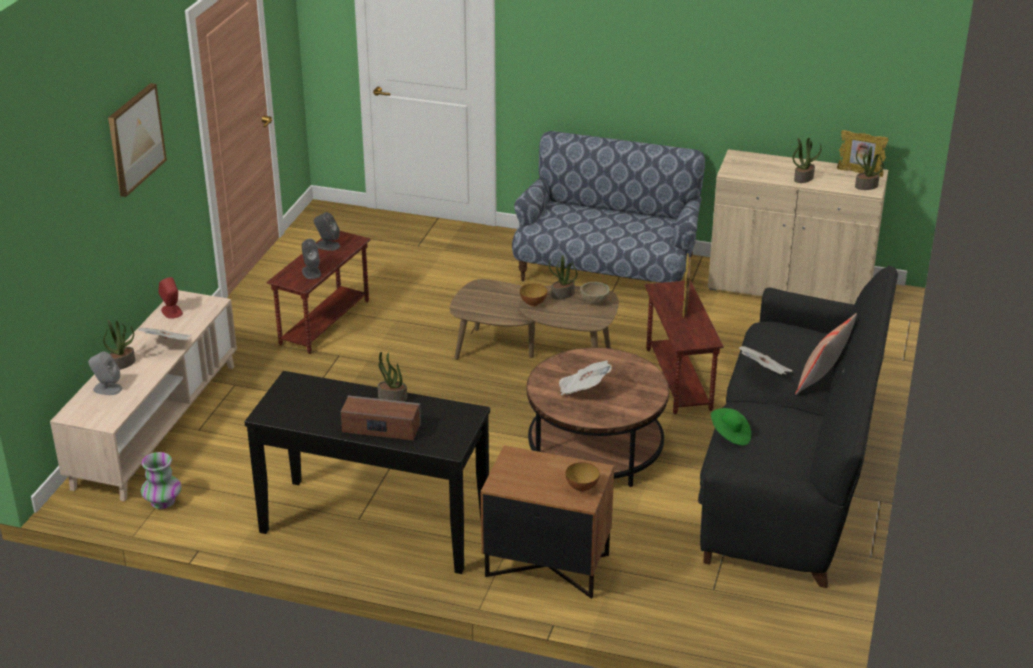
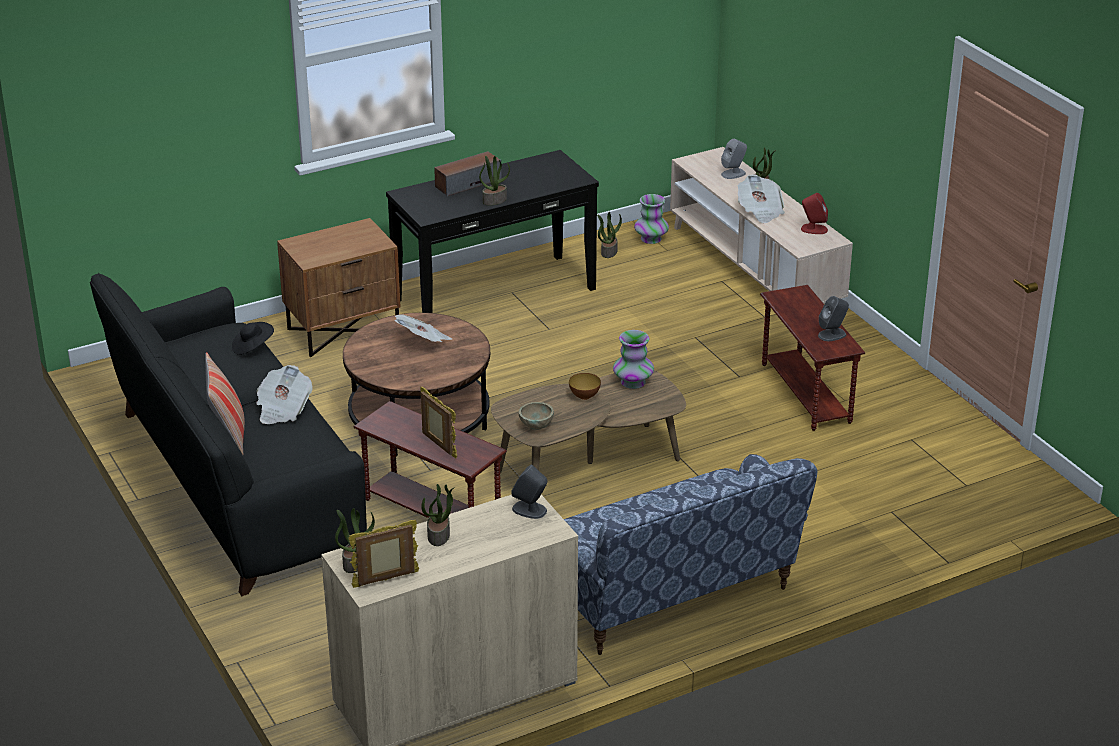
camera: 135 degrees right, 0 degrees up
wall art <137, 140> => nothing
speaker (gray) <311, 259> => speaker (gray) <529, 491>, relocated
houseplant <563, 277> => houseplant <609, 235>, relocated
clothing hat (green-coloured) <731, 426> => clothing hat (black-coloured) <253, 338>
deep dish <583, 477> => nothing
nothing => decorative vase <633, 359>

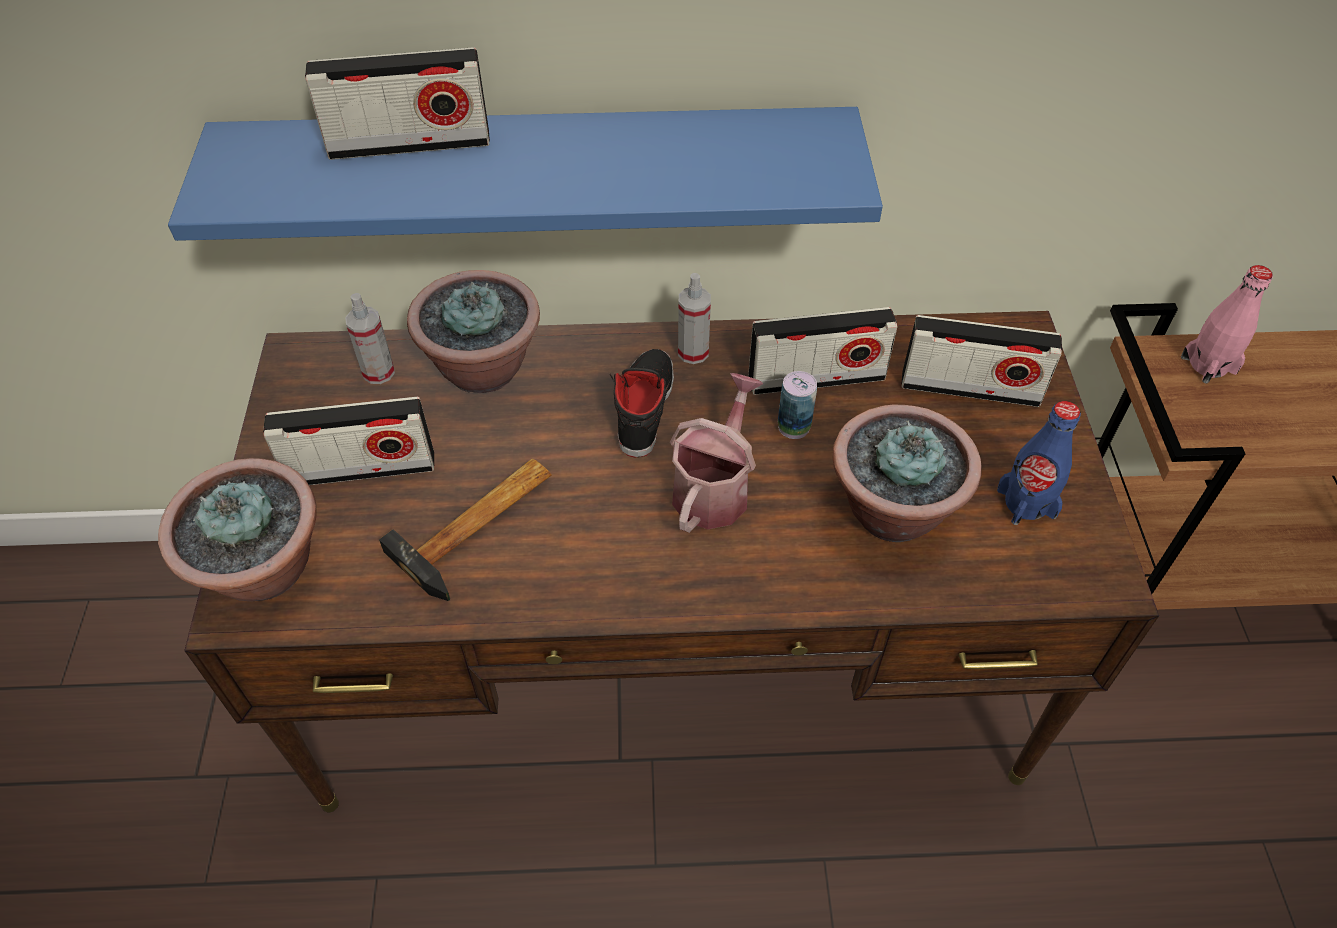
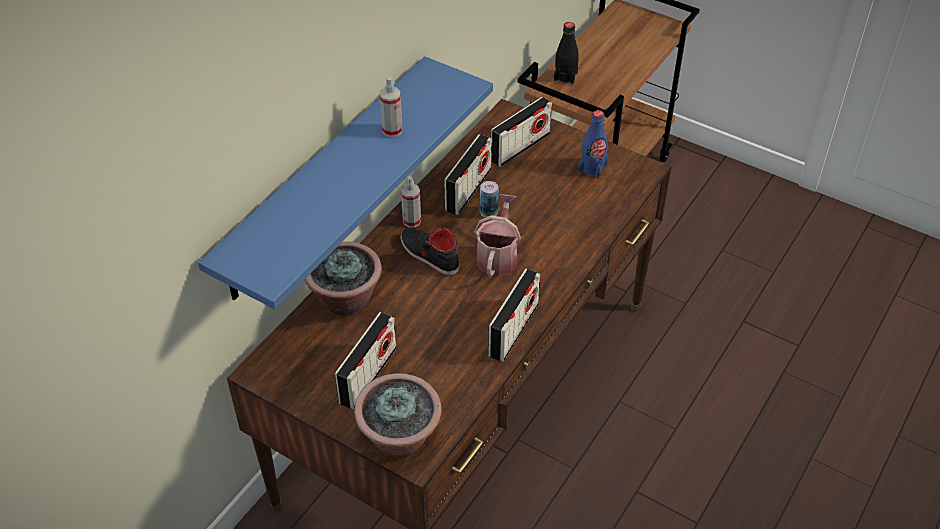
camera: 55 degrees left, 5 degrees down
radio receiver <397, 103> => radio receiver <514, 315>, relocated
bottle (pink-coloured) <1227, 324> => bottle (black-coloured) <566, 53>
hand sprayer <370, 338> => hand sprayer <391, 106>, relocated
watering can <717, 453> => watering can <497, 235>, 45 degrees clockwise
houseplant <907, 473> => nothing
tool hammer <465, 530> => nothing

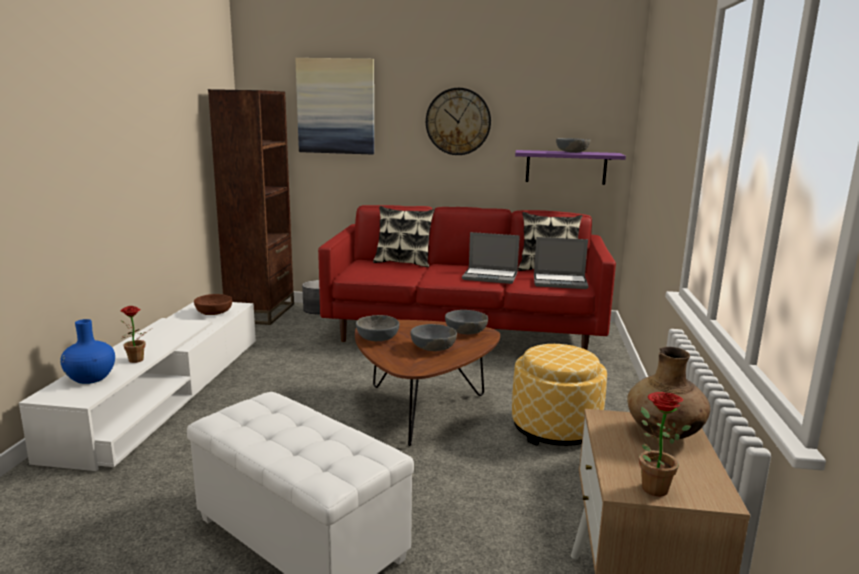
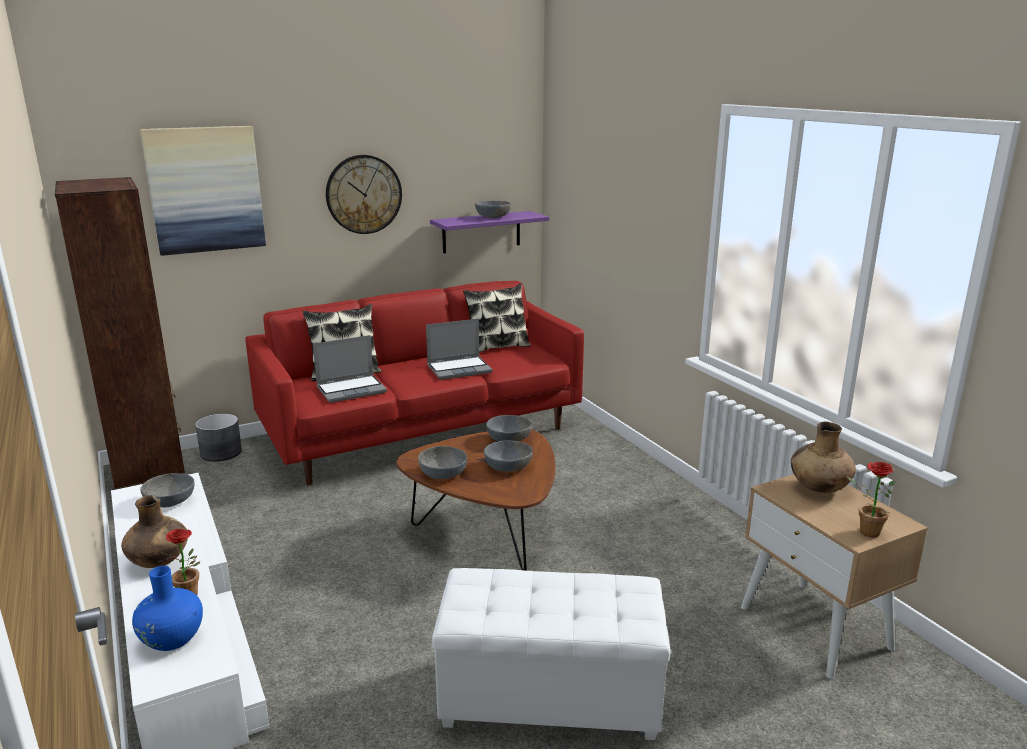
camera: 35 degrees left, 5 degrees up
portable computer <561, 263> => portable computer <350, 369>, relocated
deep dish (brown-coloured) <213, 304> => deep dish (gray) <167, 490>
footrest <559, 395> => nothing
nothing => decorative vase (brown-coloured) <154, 531>

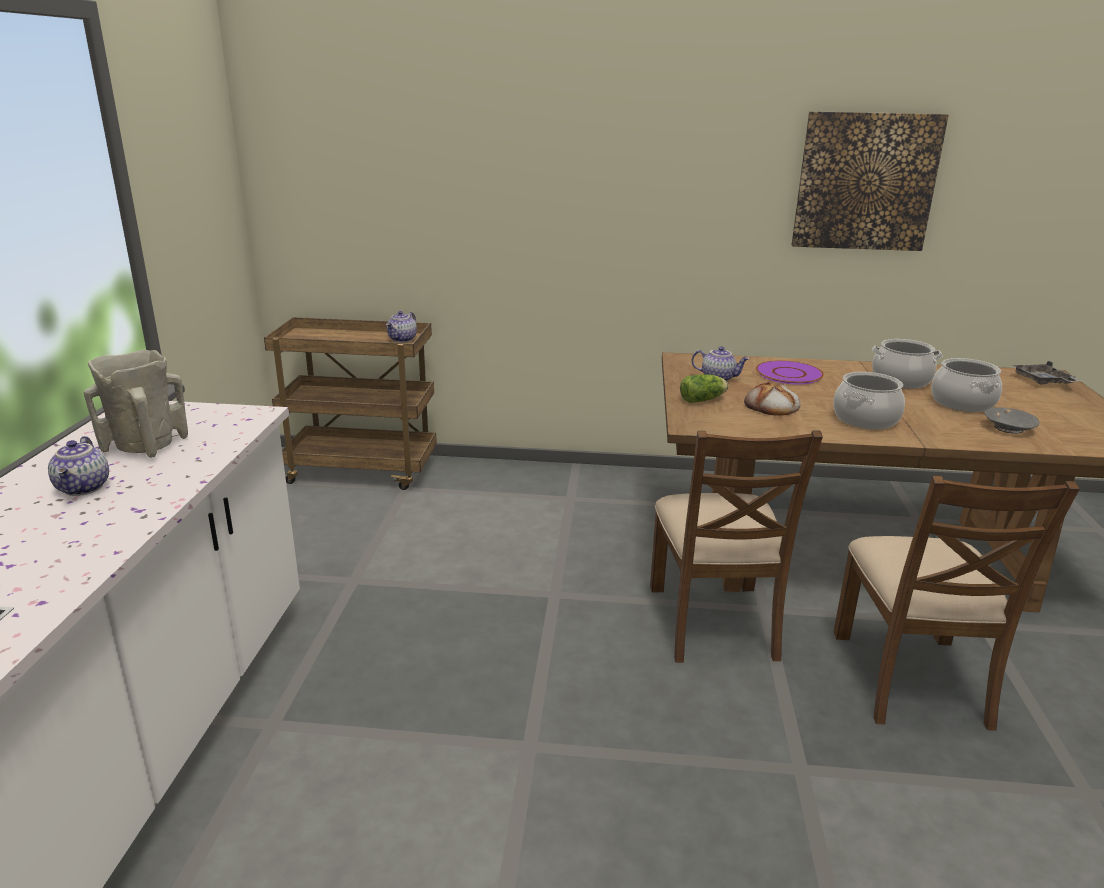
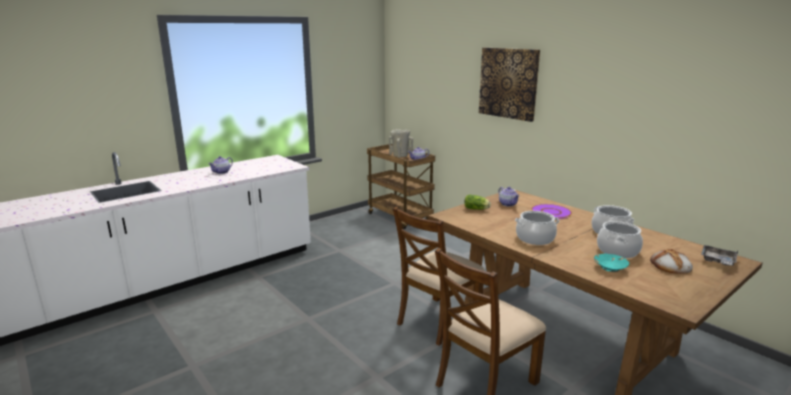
camera: 45 degrees right, 5 degrees down
wall art <870, 181> => wall art <509, 85>, relocated
decorative vase (sand-coloured) <136, 404> => decorative vase (sand-coloured) <401, 143>, relocated
bakery bread <772, 399> => bakery bread <671, 261>, relocated
deep dish (gray) <1012, 420> => deep dish (blue-green) <611, 263>

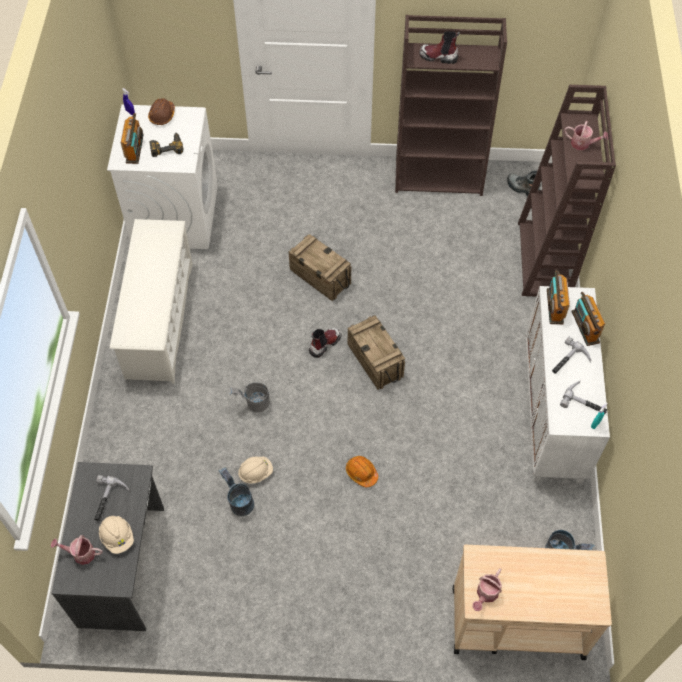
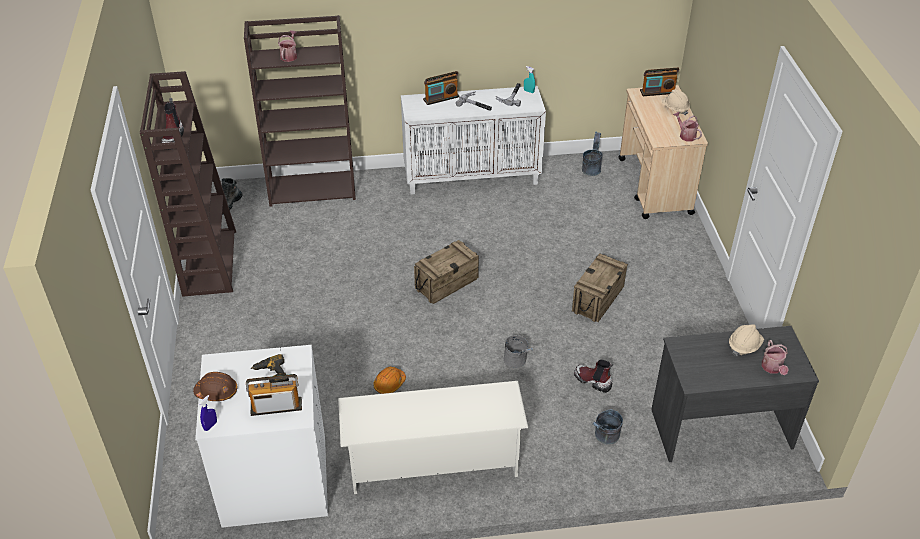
camera: 100 degrees left, 15 degrees down
shipping crate <320, 267> => shipping crate <600, 287>, relocated
radio receiver <558, 297> => radio receiver <659, 82>, relocated
tall boot <325, 343> => tall boot <594, 376>, relocated
safety helmet (orange) <362, 471> => safety helmet (orange) <389, 380>, relocated
safety helmet (sand-coloured) <255, 470> => safety helmet (sand-coloured) <676, 102>, relocated
bucket (gray) <236, 492> => bucket (gray) <607, 427>, relocated
tool hammer <112, 498> => nothing
watering can <487, 589> => watering can <687, 126>, 150 degrees counterclockwise

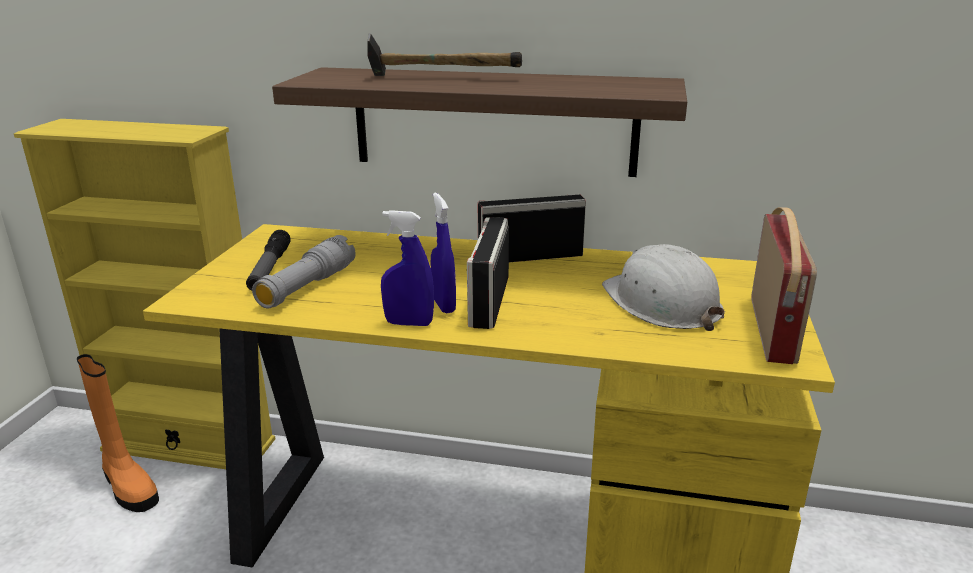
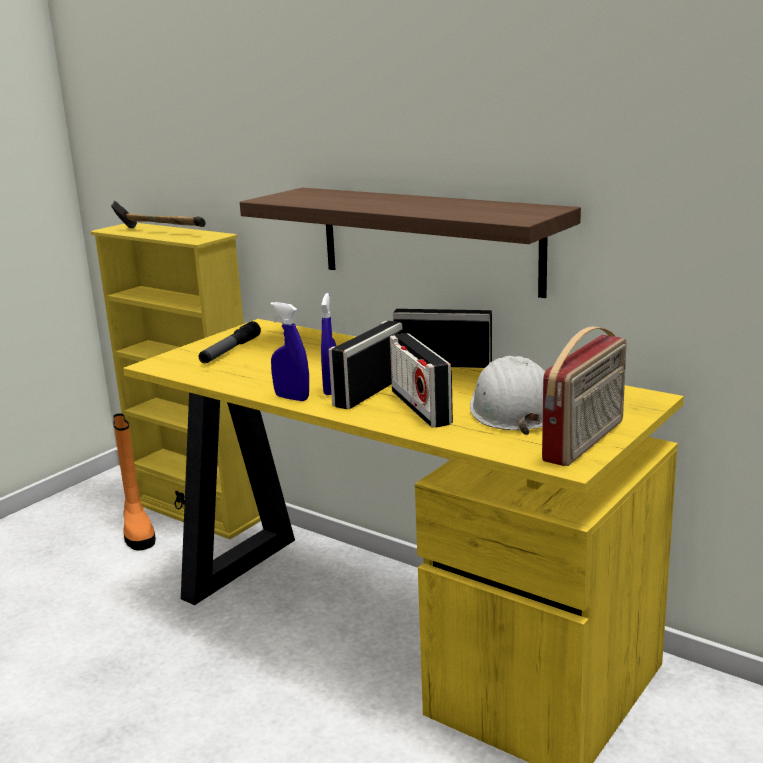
camera: 25 degrees right, 5 degrees down
tool hammer <444, 54> => tool hammer <158, 214>, relocated
torch (gray) <304, 272> => nothing
nothing => radio receiver <421, 380>

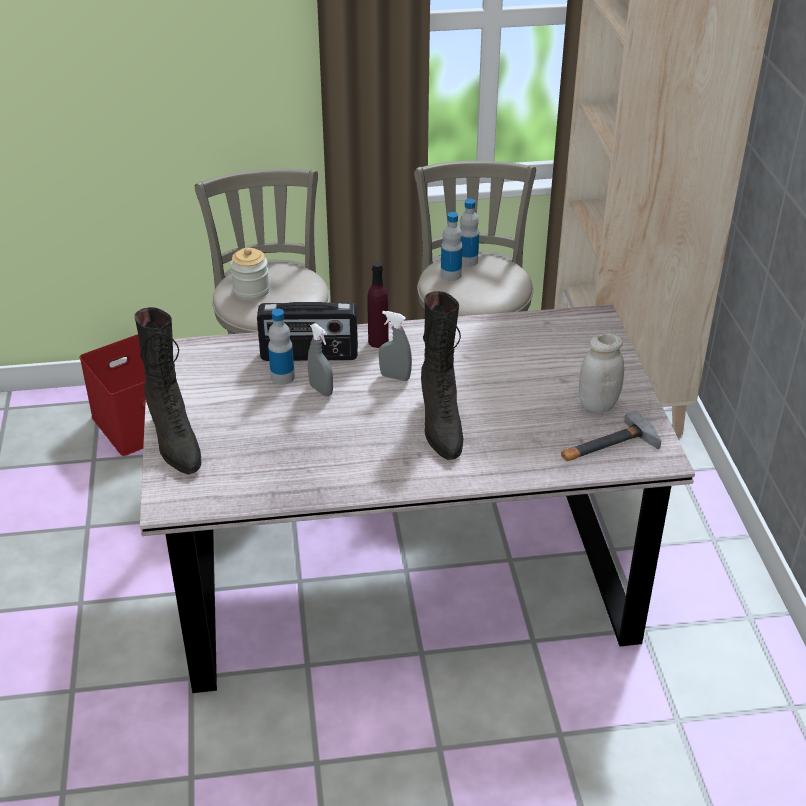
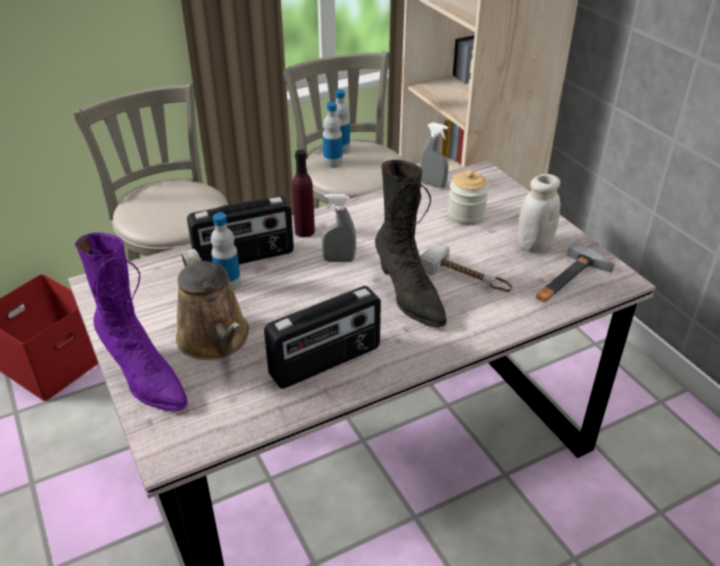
camera: 20 degrees left, 0 degrees up
storage jar <250, 274> => storage jar <468, 197>, relocated
tall boot (black-coloured) <168, 391> => tall boot (purplish) <131, 322>
hand sprayer (gray) <320, 359> => hand sprayer (gray) <434, 155>, relocated
nothing => tool hammer <466, 267>
nothing => watering can (brown-coloured) <212, 304>
nothing => radio receiver <322, 337>

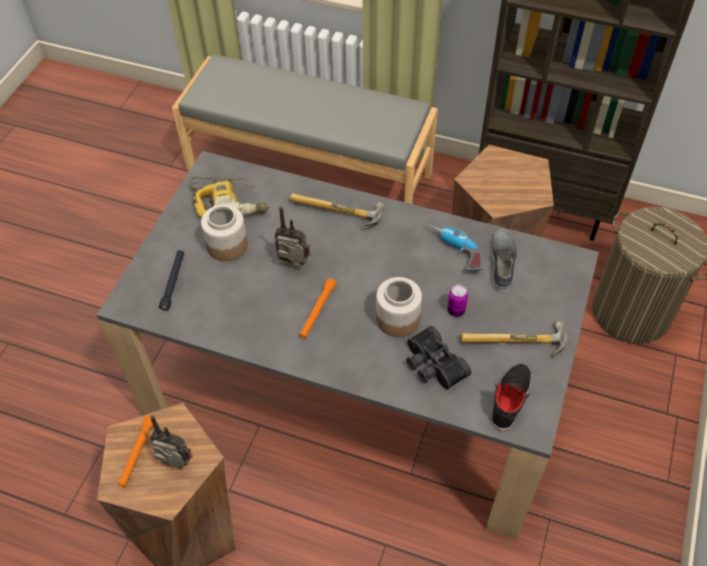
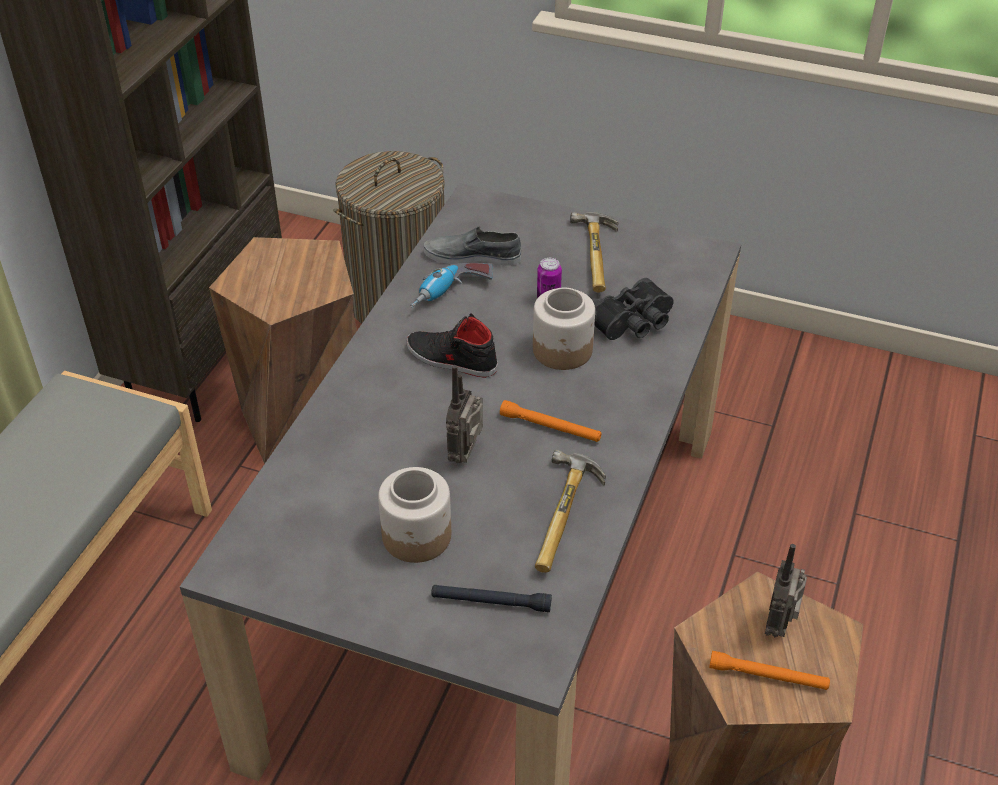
camera: 90 degrees left, 10 degrees down
electric drill <229, 197> => nothing
tool hammer <337, 212> => tool hammer <570, 511>, relocated
item of footwear (black-coloured) <511, 397> => item of footwear (black-coloured) <452, 345>, relocated

